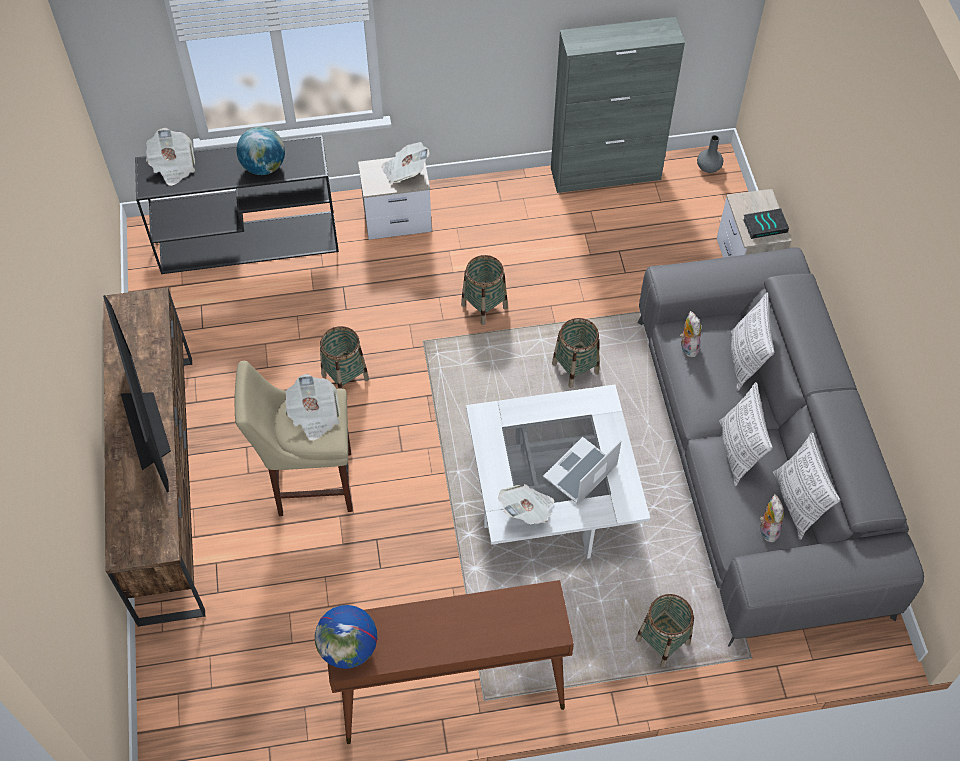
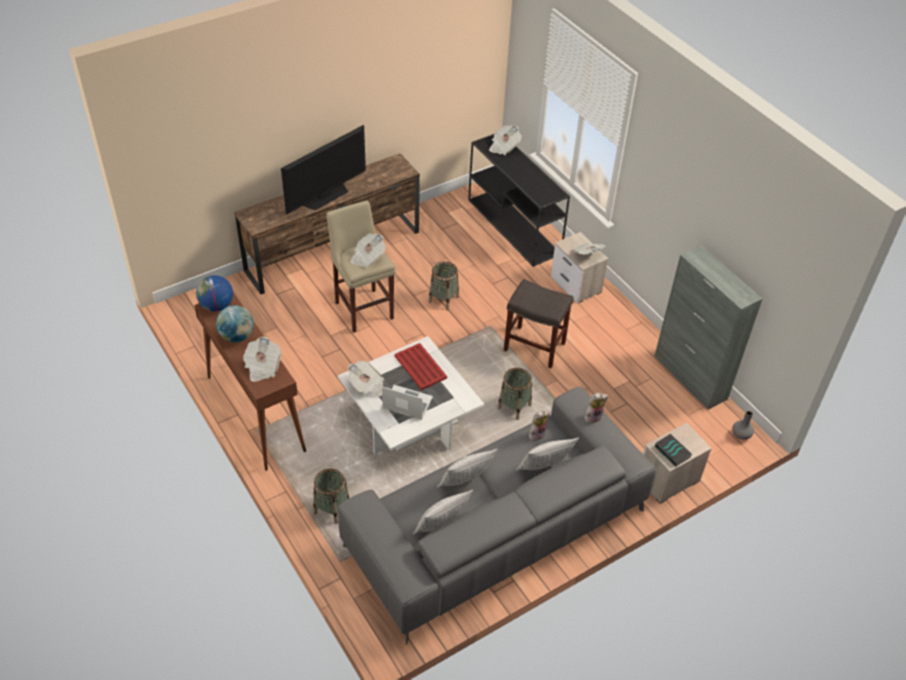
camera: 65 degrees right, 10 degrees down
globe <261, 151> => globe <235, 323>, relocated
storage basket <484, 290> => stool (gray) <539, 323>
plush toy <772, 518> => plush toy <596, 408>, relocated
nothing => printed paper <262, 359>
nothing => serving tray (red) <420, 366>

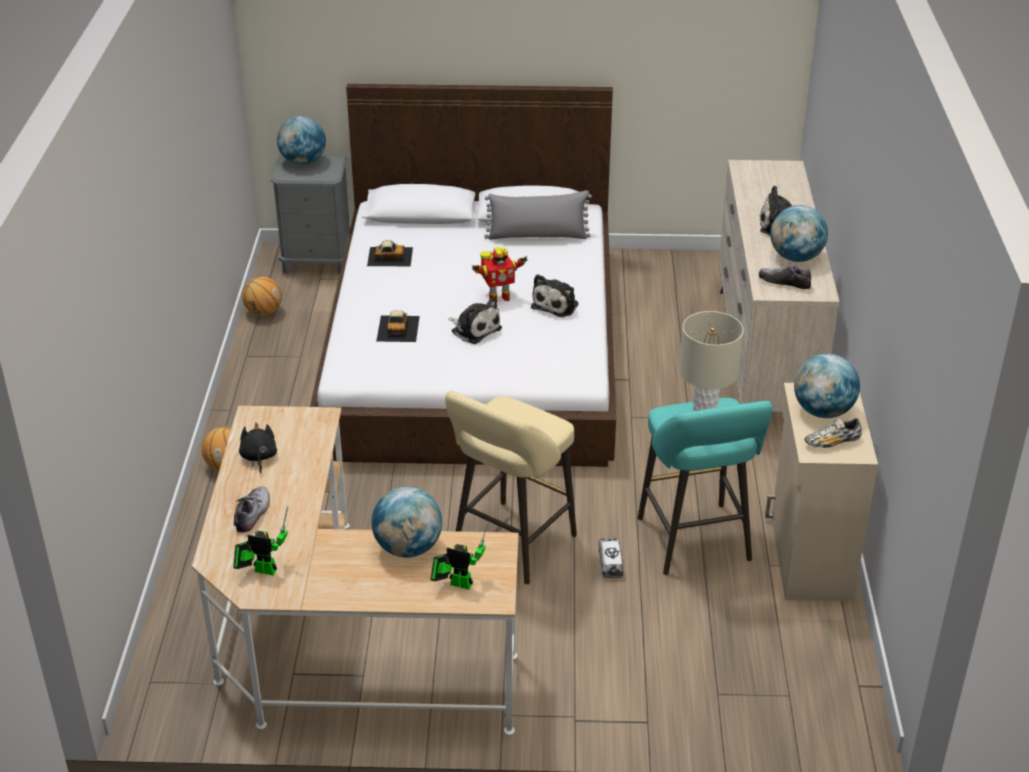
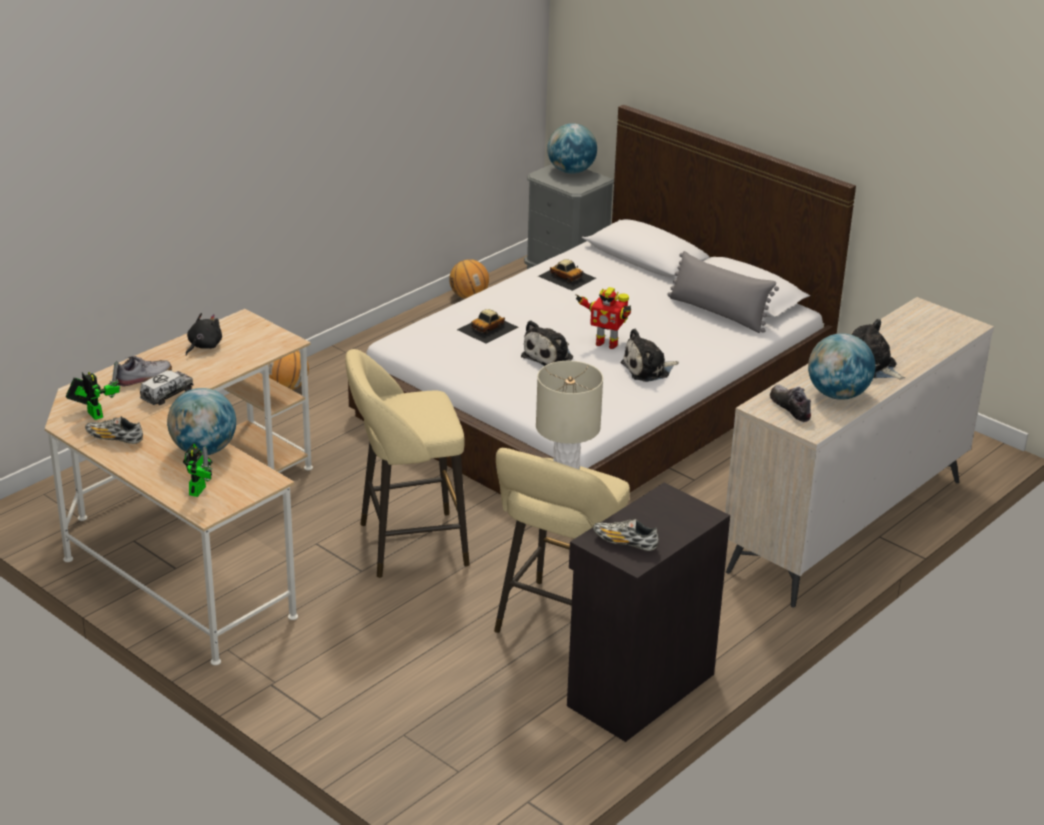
camera: 40 degrees right, 5 degrees down
plush toy <475, 321> => plush toy <547, 343>, 45 degrees clockwise
globe <827, 386> => nothing
cabinet (sand-coloured) <821, 492> => cabinet (black-coloured) <648, 612>
stool (blue-green) <705, 486> => stool (sand-coloured) <562, 540>
robot figure <459, 555> => robot figure <198, 470>, 45 degrees clockwise
model truck <610, 558> => model truck <167, 387>, relocated
nothing => item of footwear <114, 430>

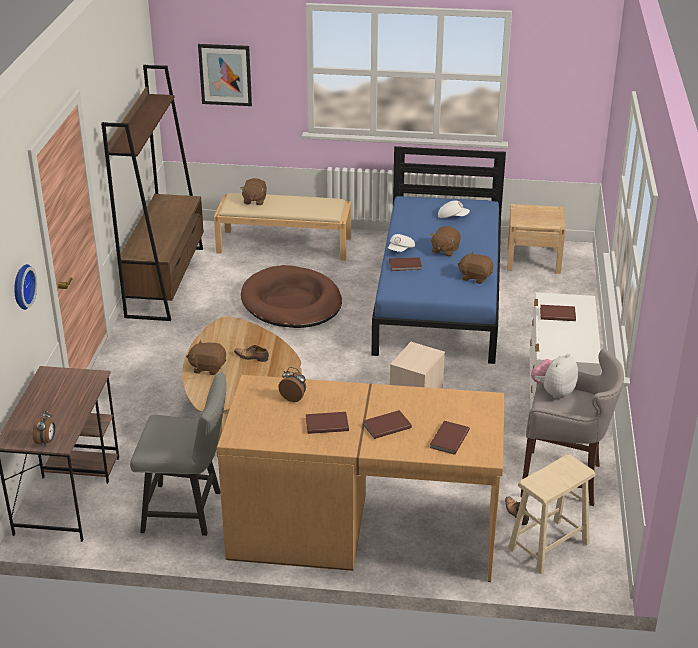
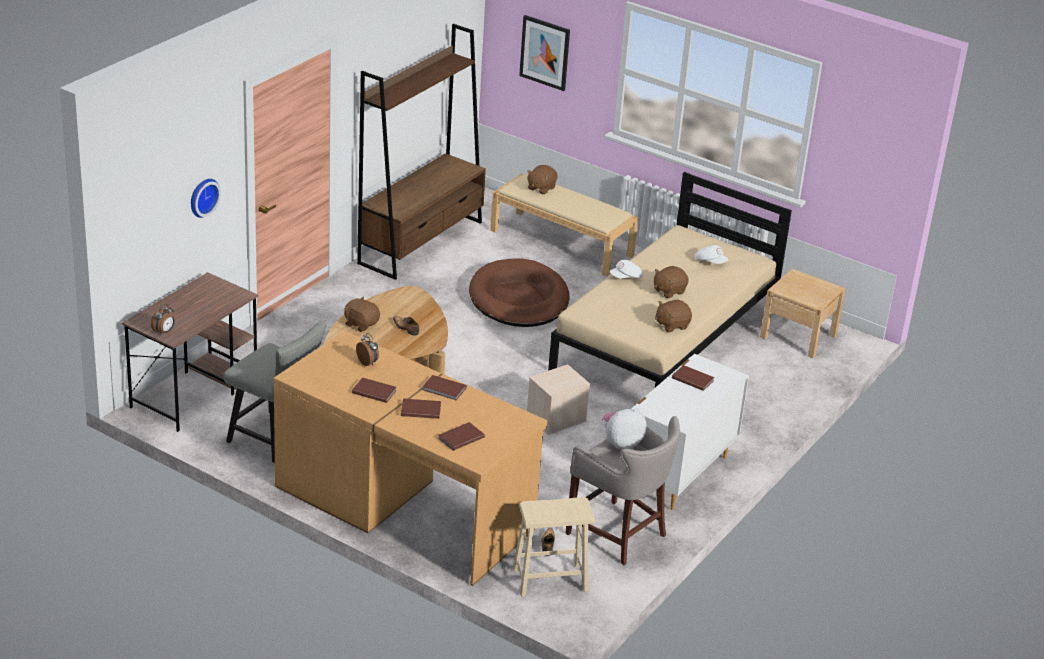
camera: 25 degrees right, 0 degrees up
bedroom bed (blue-coloured) <439, 255> => bedroom bed (sand-coloured) <670, 280>
plush toy (brown-coloured) <475, 268> => plush toy (brown-coloured) <673, 316>, 75 degrees counterclockwise
bound book (brown-coloured) <405, 264> => bound book (brown-coloured) <444, 387>, relocated

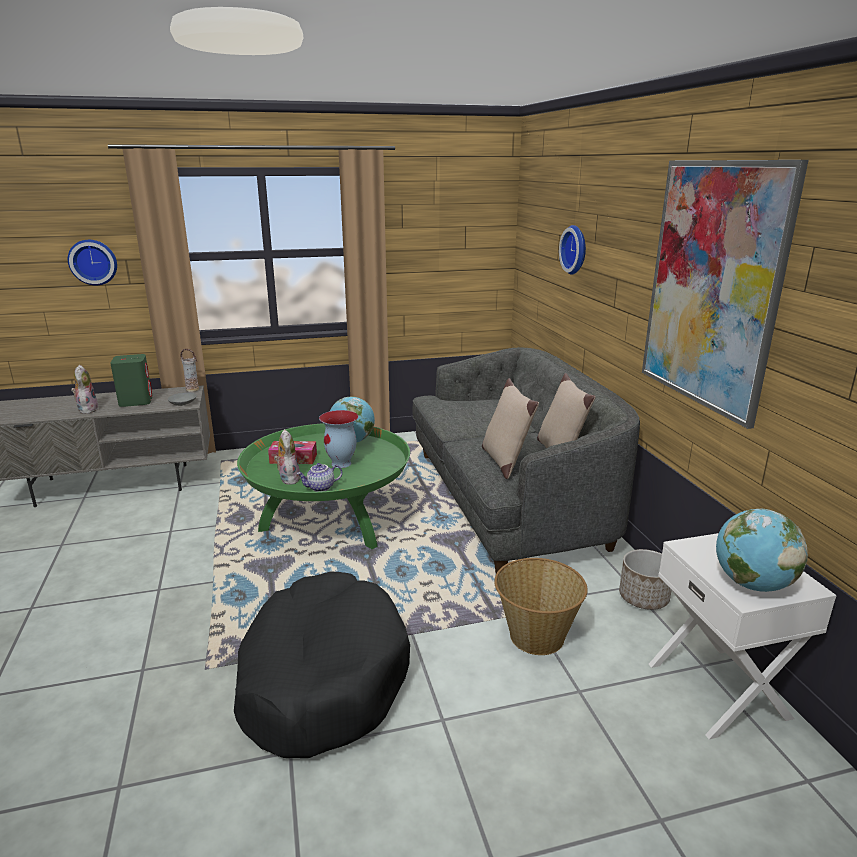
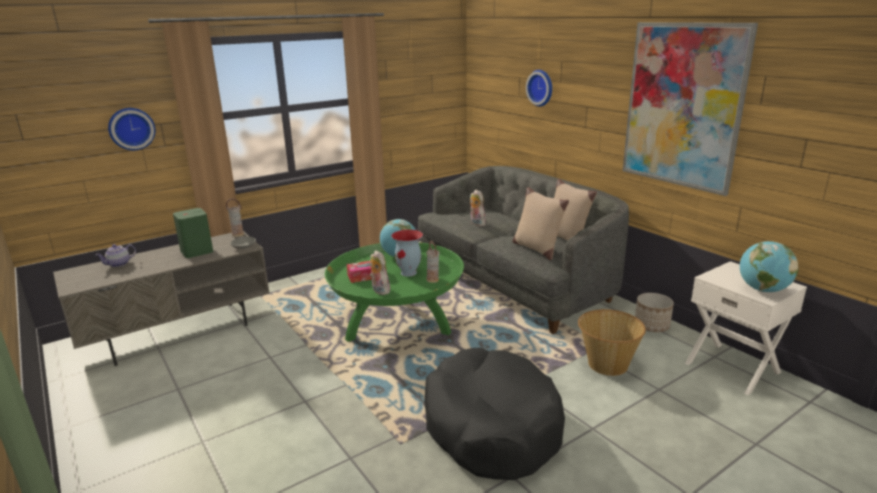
camera: 20 degrees left, 0 degrees up
plush toy <85, 389> => plush toy <478, 207>, relocated
pot for tea <319, 477> => pot for tea <116, 255>, relocated
nothing => decorative vase <433, 262>

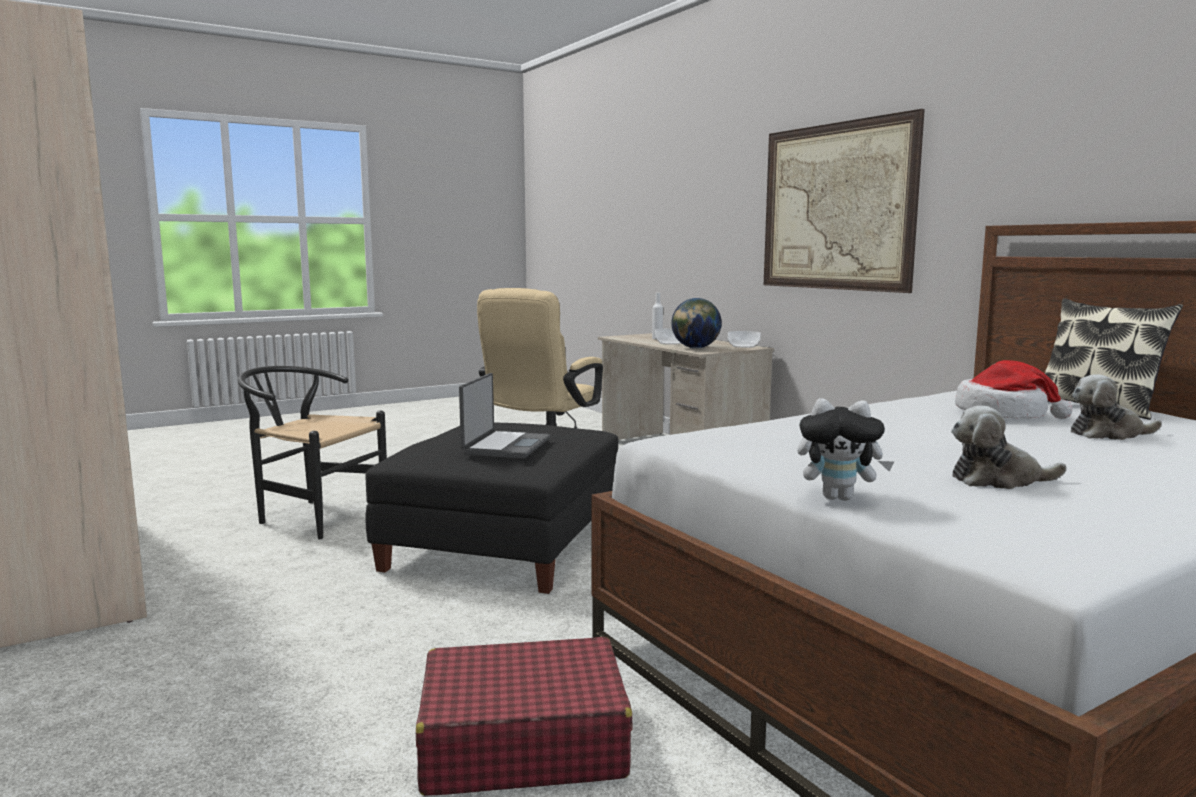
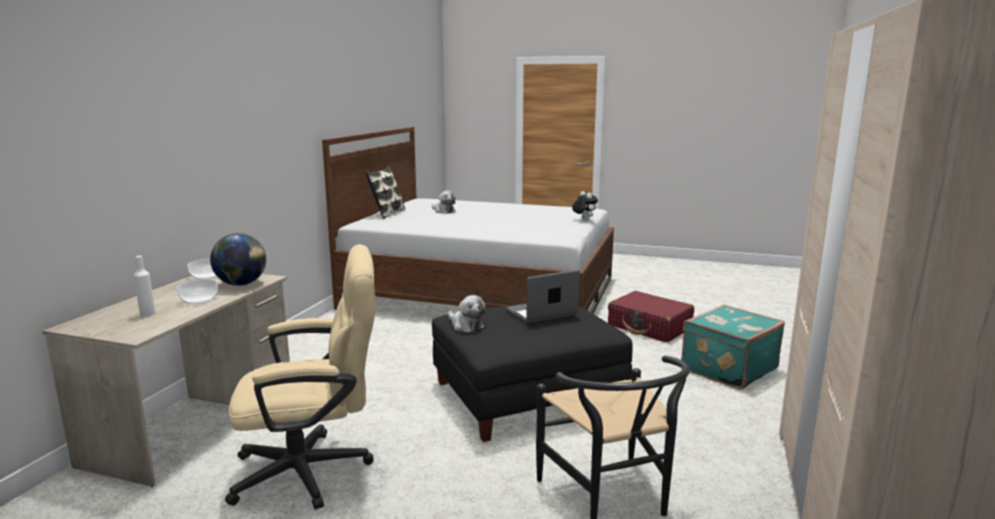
camera: 130 degrees left, 5 degrees up
wall art <844, 201> => nothing
clothing hat <1013, 389> => nothing
plush toy <1008, 447> => plush toy <467, 313>, relocated
nothing => piece of luggage (blue-green) <733, 347>

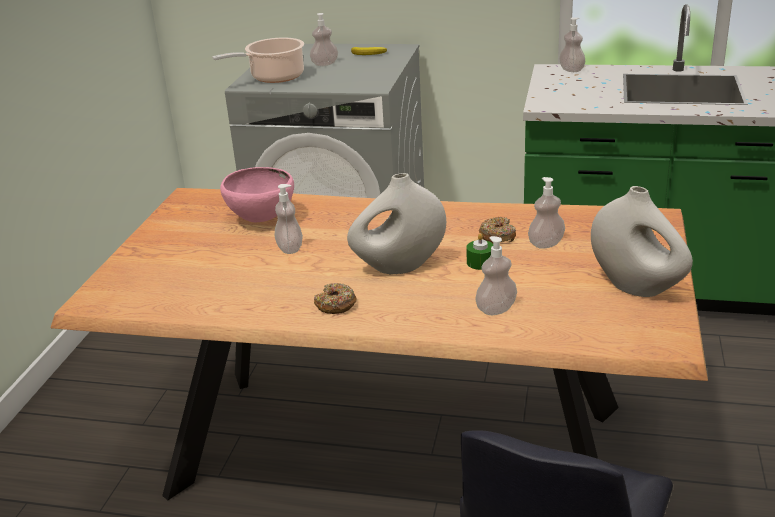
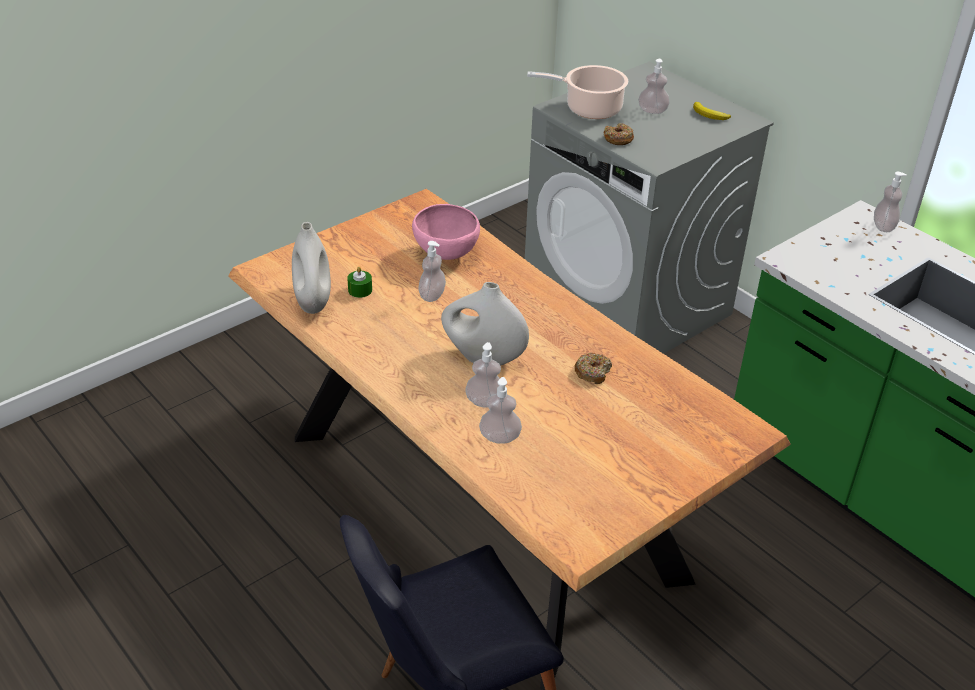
camera: 35 degrees right, 10 degrees up
soap dispenser <546, 213> => soap dispenser <483, 375>, relocated
decorative vase (white) <642, 241> => decorative vase (white) <311, 268>, relocated
wax candle (green-coloured) <479, 251> => wax candle (green-coloured) <359, 282>, relocated
doughnut <335, 298> => doughnut <618, 134>, relocated

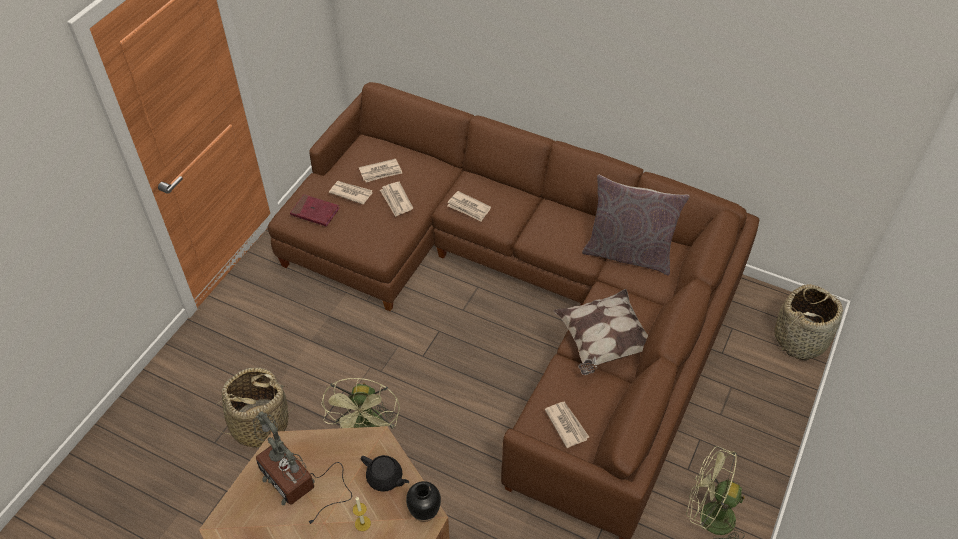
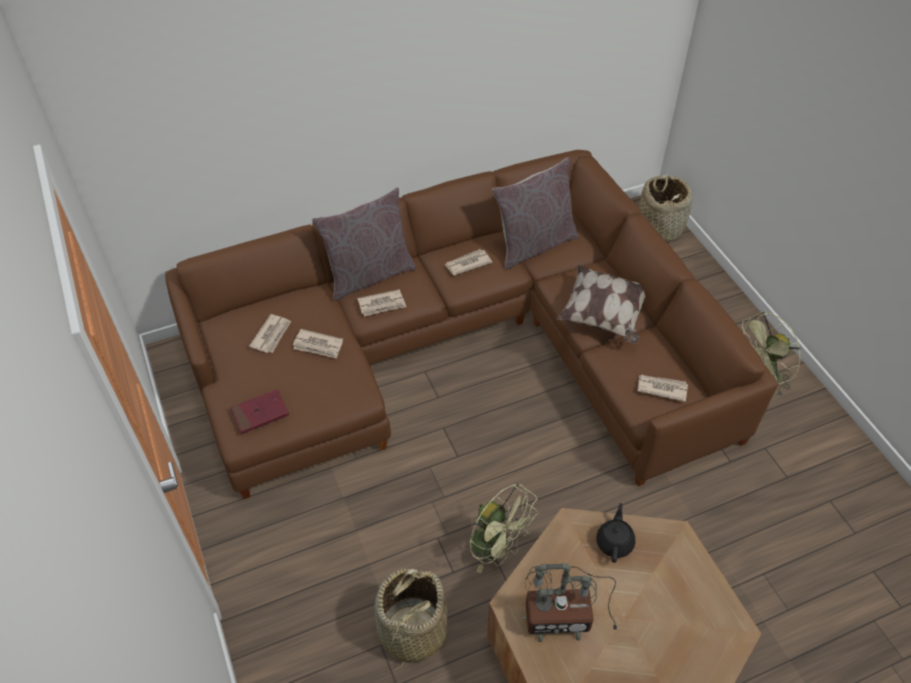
camera: 50 degrees left, 0 degrees up
printed paper <351, 193> => printed paper <468, 262>, relocated
pot for tea (black-coloured) <385, 473> => pot for tea (black-coloured) <616, 533>, 60 degrees counterclockwise
decorative vase (black-coloured) <423, 501> => nothing
wax candle <362, 514> => nothing
nothing => cushion (gray) <364, 244>

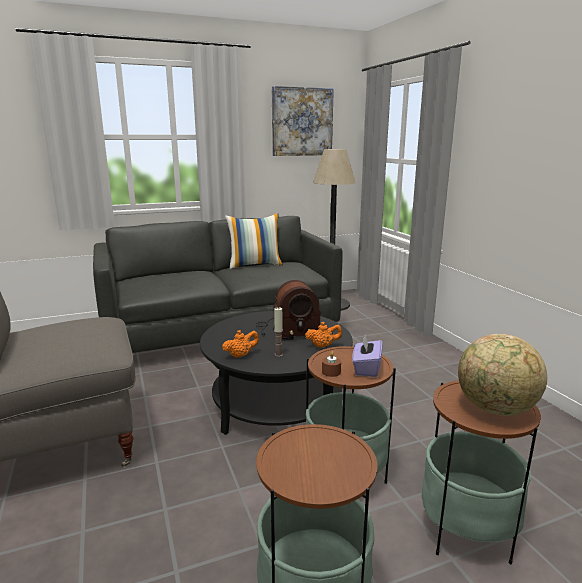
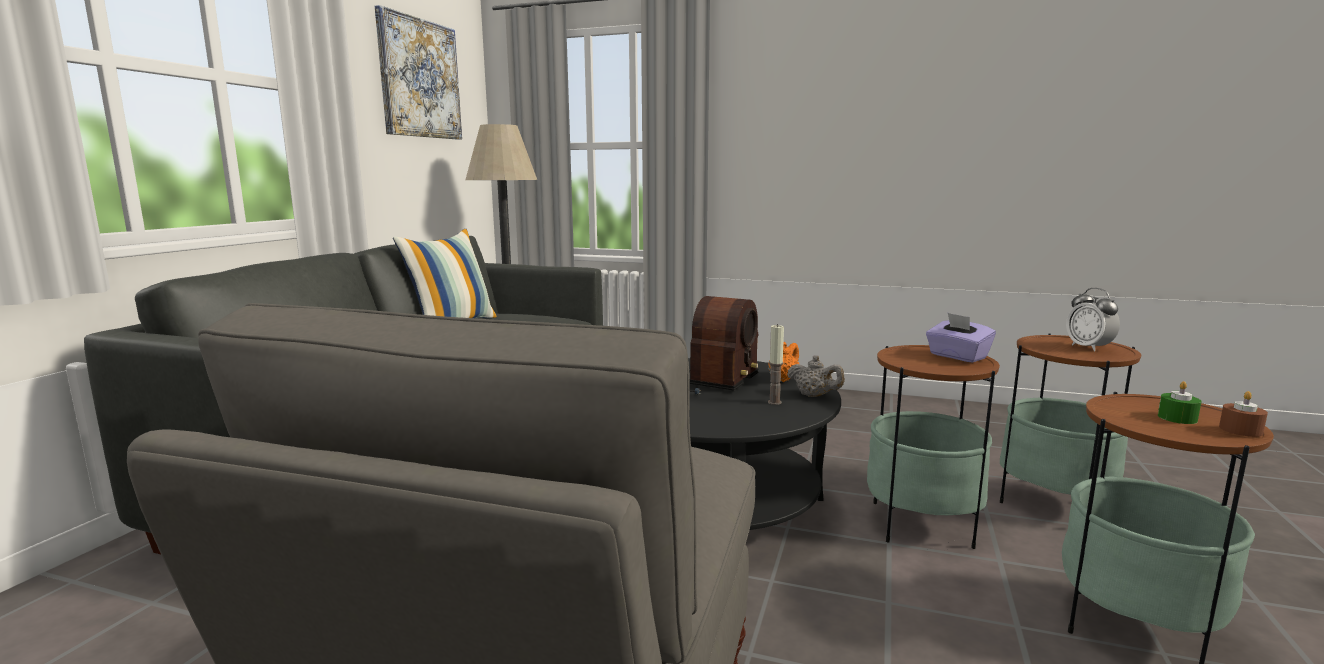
camera: 50 degrees left, 5 degrees down
pot for tea (orange) <240, 344> => nothing
globe <502, 375> => table clock <1093, 319>
wax candle (brown-coloured) <331, 364> => wax candle (brown-coloured) <1243, 414>, relocated
nothing => pot for tea (gray) <816, 376>
nothing => wax candle (green-coloured) <1180, 402>

